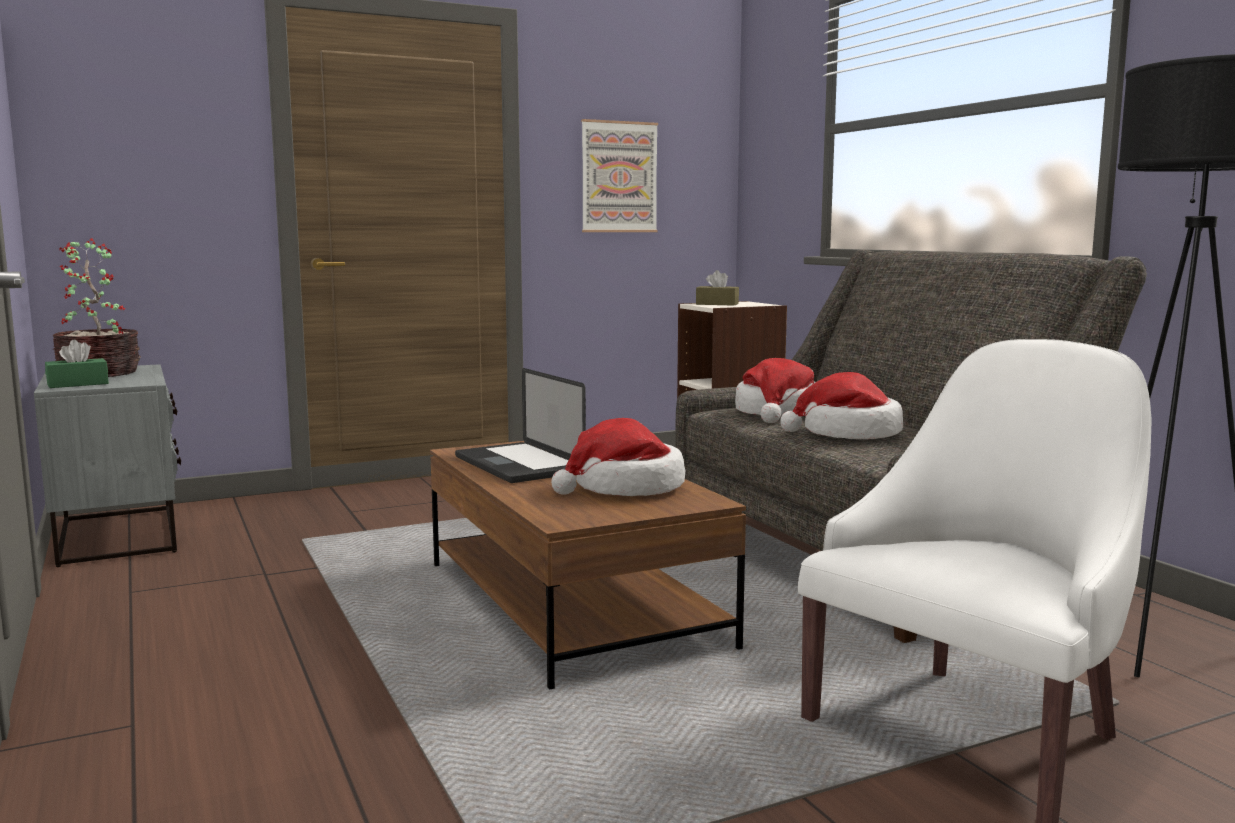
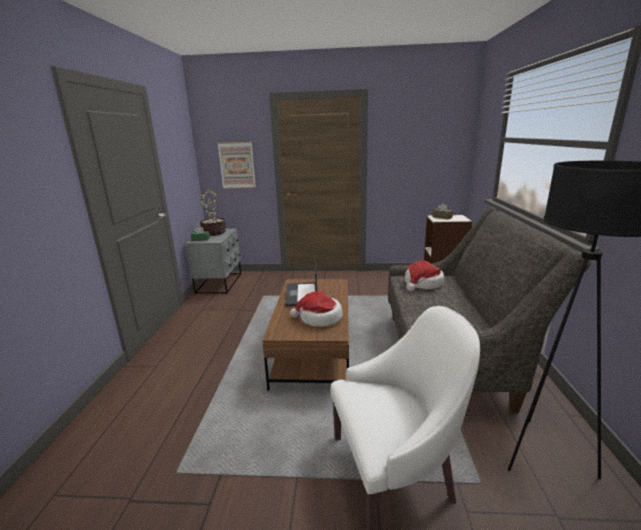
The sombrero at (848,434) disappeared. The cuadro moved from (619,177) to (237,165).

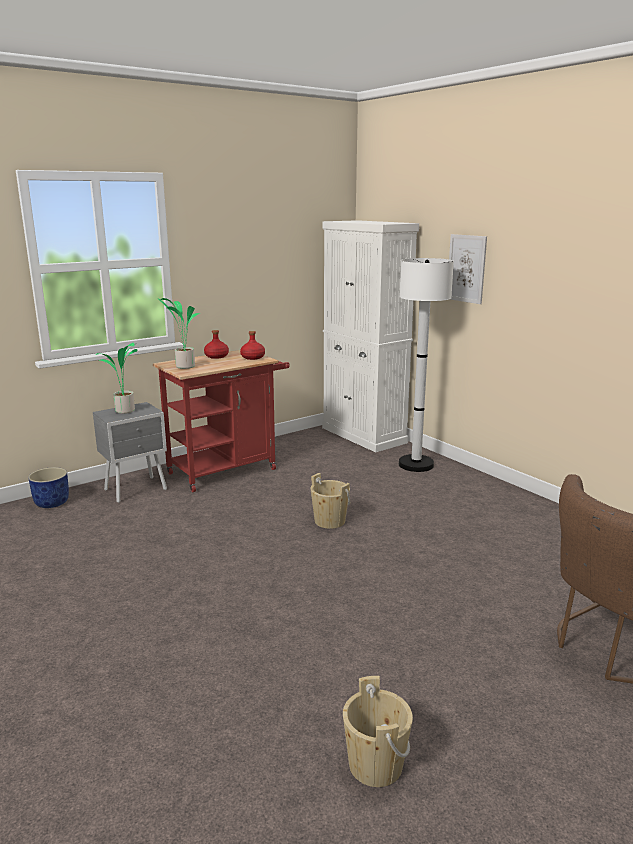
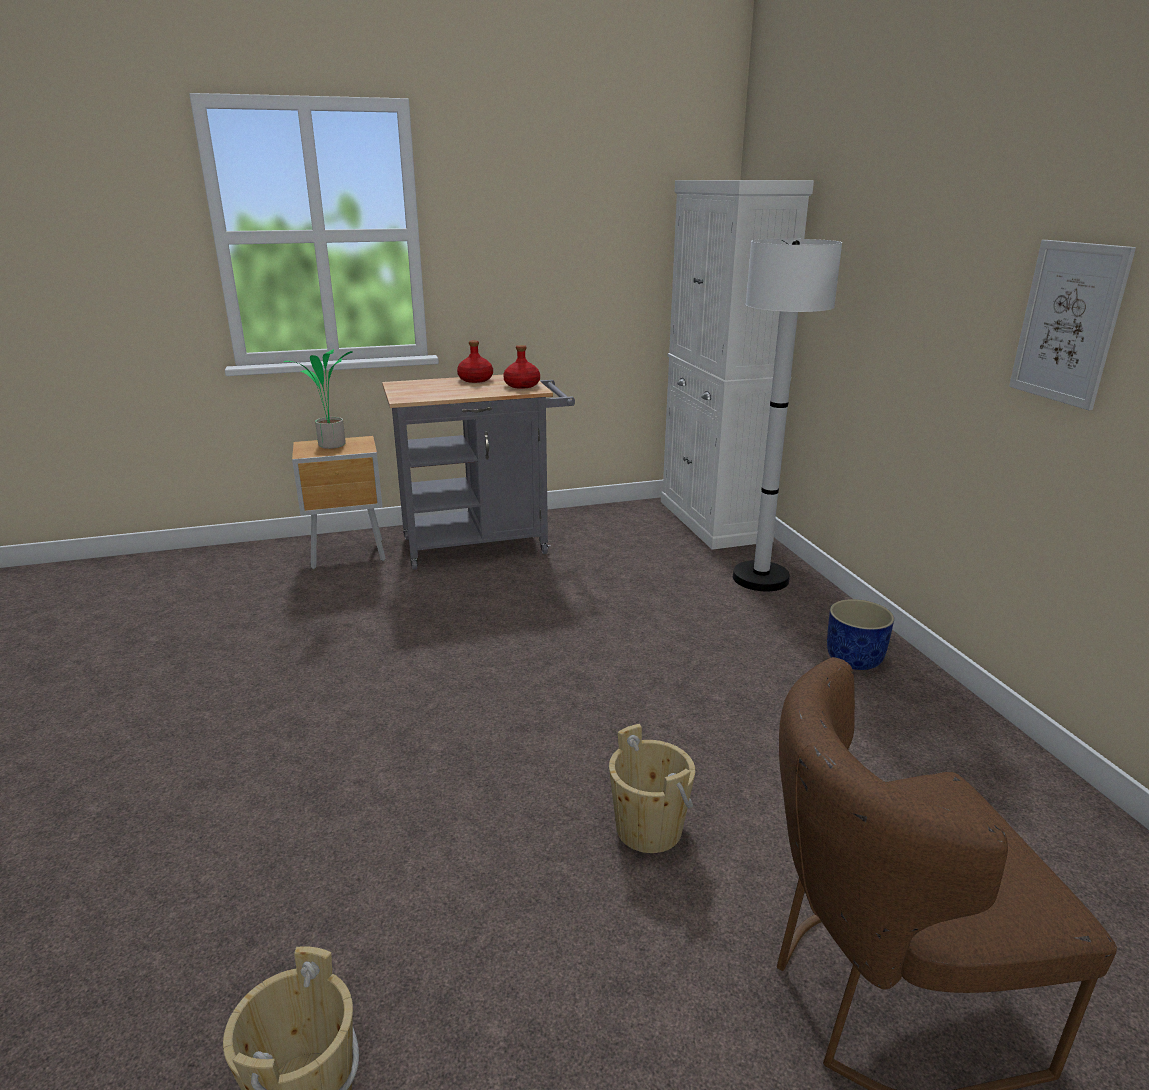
The planta en maceta at (184,366) disappeared. The maceta/azul moved from (52,502) to (854,658). The cubo/beis moved from (329,521) to (649,829). The cuadro moved from (466,268) to (1068,323). The mesita de noche/gris at (137,490) became the mesita de noche/marrón at (350,555). The carrito/rojo at (228,469) became the carrito/gris at (484,544).

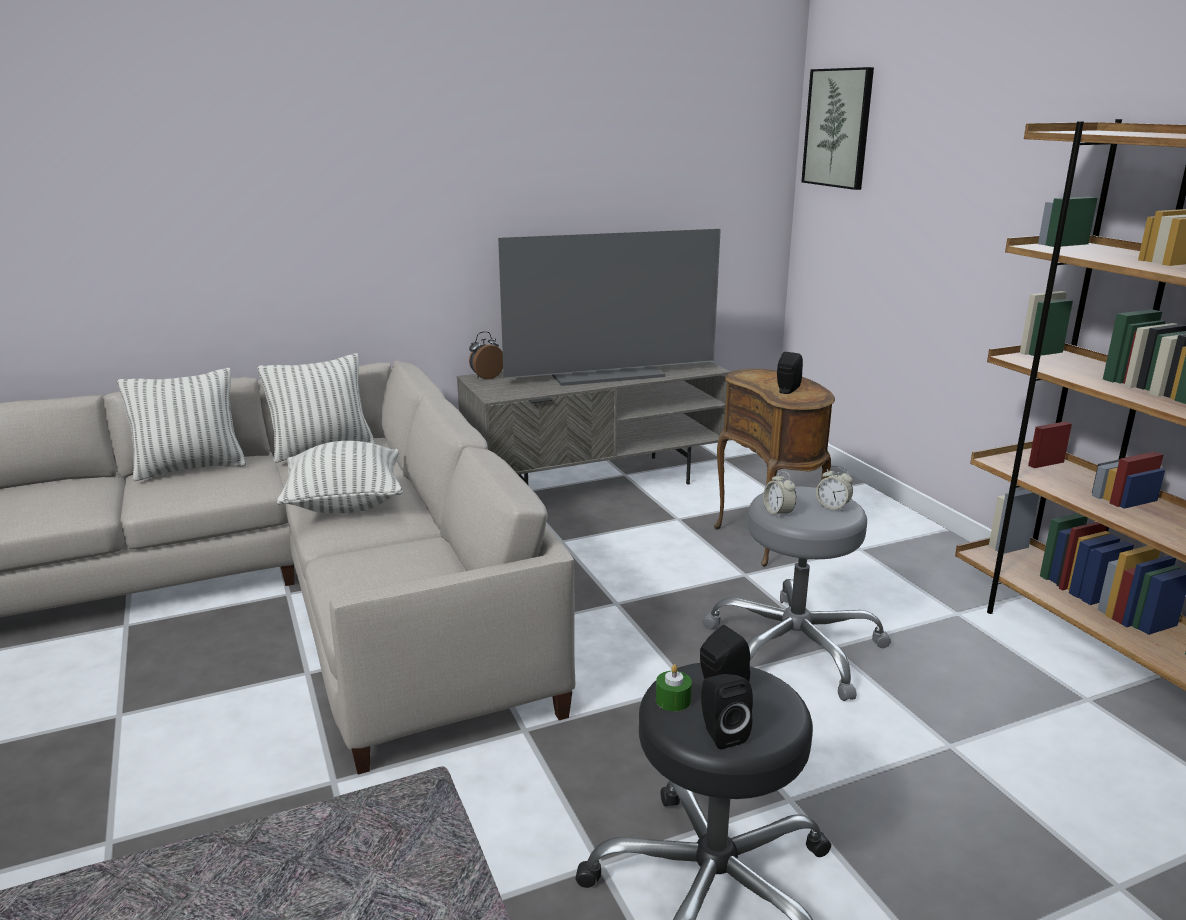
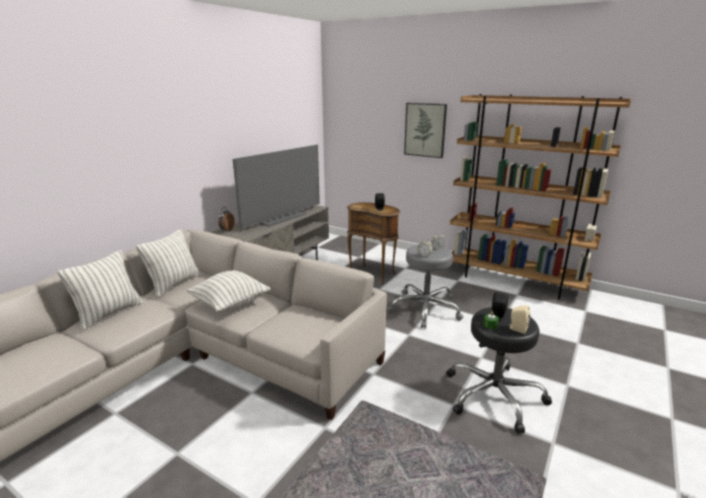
The cuadro moved from (838,128) to (425,130). The altavoz/negro at (721,733) became the altavoz/beis at (517,329).

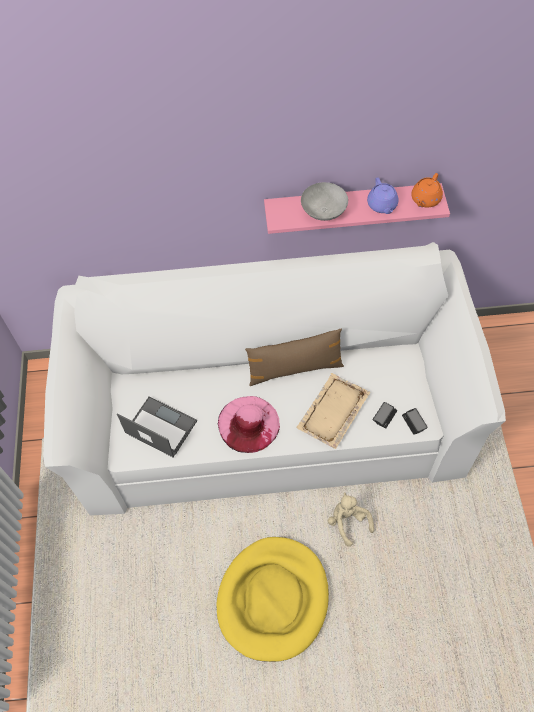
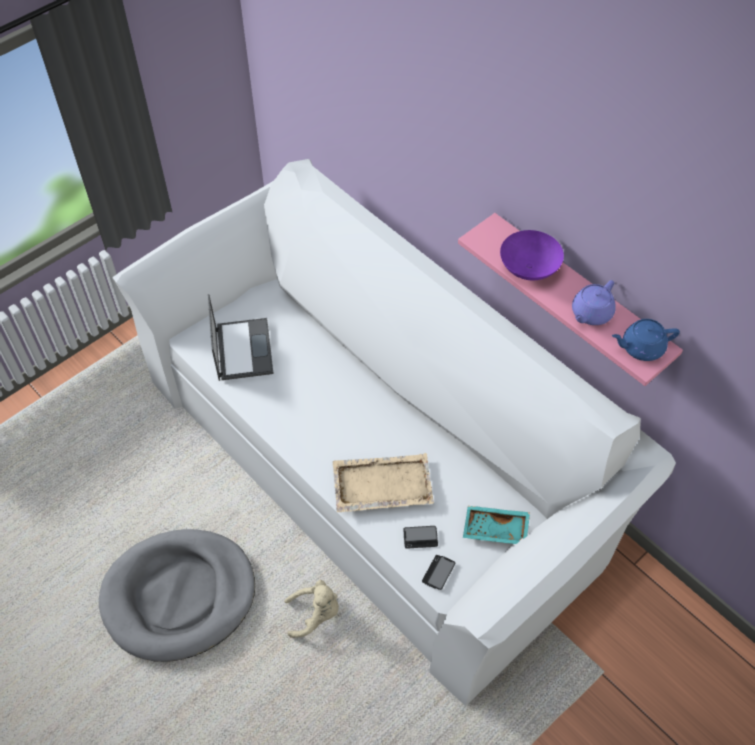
The sombrero/rosa at (248,423) disappeared. The cojín/marrón at (295,369) disappeared. The bandeja/turquesa at (495,530) appeared. The cama para perro/amarillo at (273,599) became the cama para perro/gris at (179,596). The cuenco/gris at (323,211) became the cuenco/morado at (529,268). The tetera/naranja at (425,199) became the tetera/azul at (641,348). The peluche/beis at (348,522) turned 60 degrees clockwise.

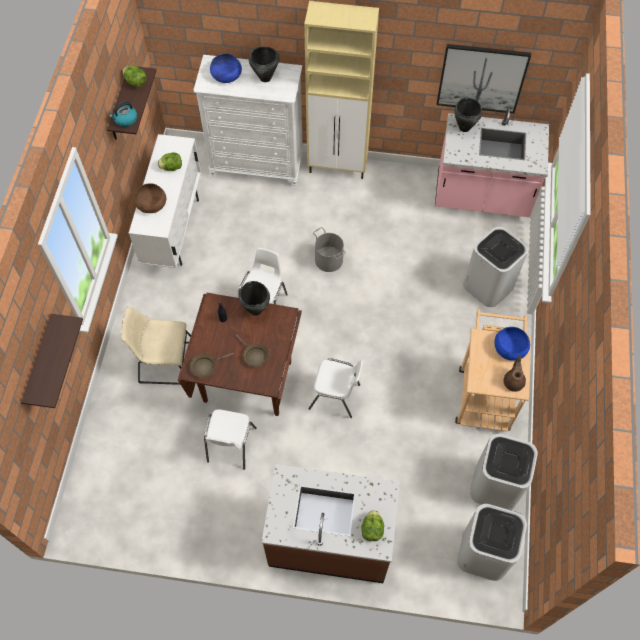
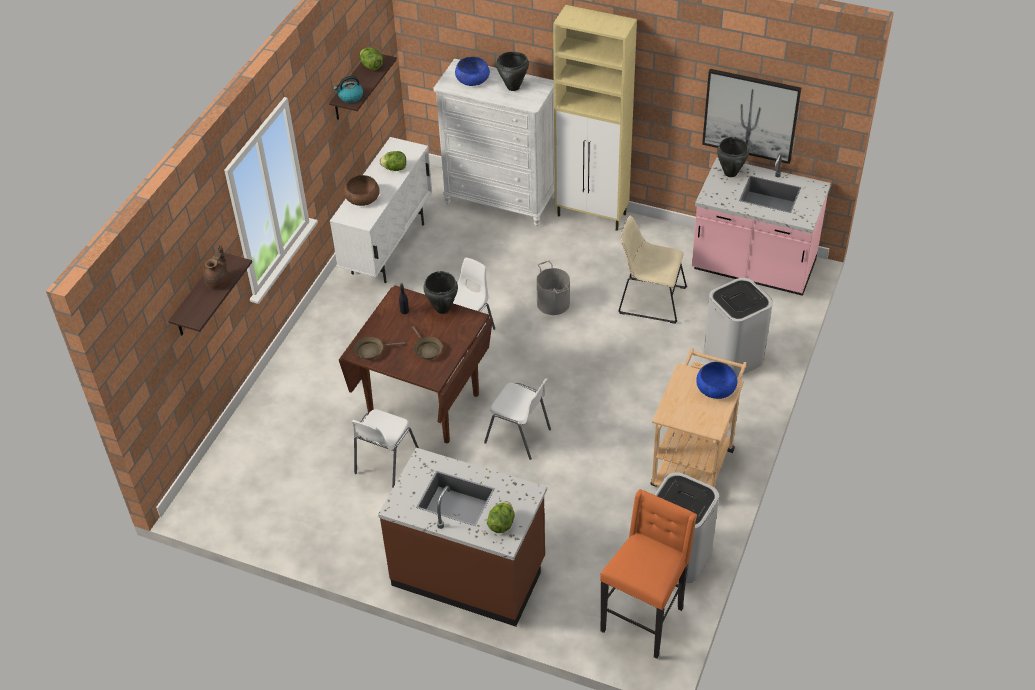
The silla/beis moved from (165,362) to (649,299). The tetera/marrón moved from (513,381) to (218,281). The papelera/blanco at (484,552) was replaced by the taburete/naranja at (644,619).

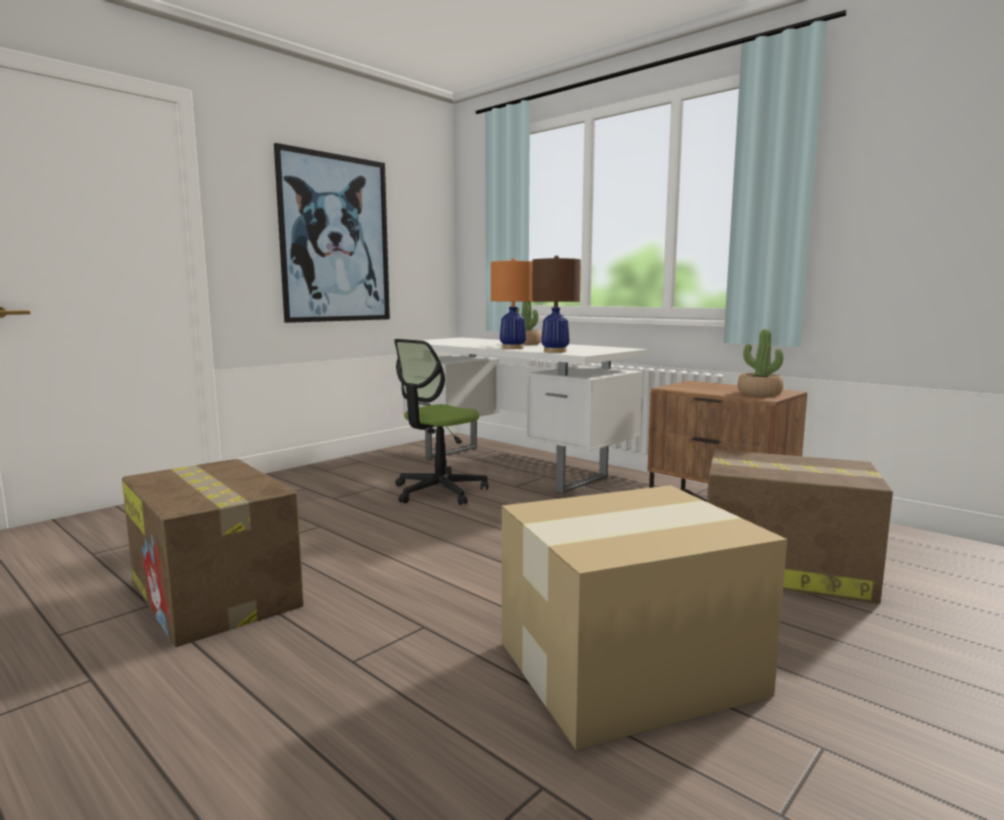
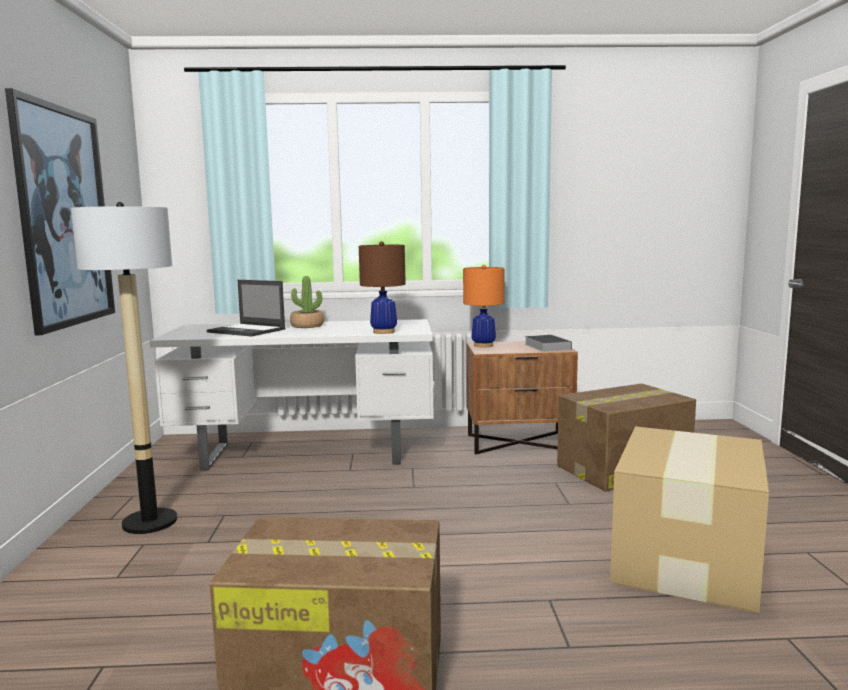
The silla de oficina at (439,491) disappeared. The lámpara de pie at (150,522) appeared. The portátil at (247,331) appeared. The lámpara de mesa/naranja moved from (512,348) to (483,345). The planta en maceta at (759,393) was replaced by the libro at (546,346).

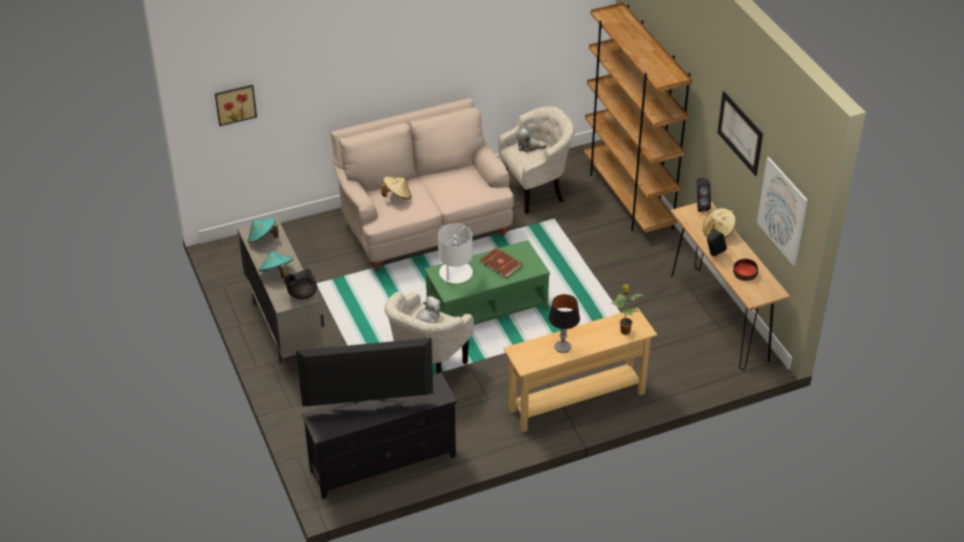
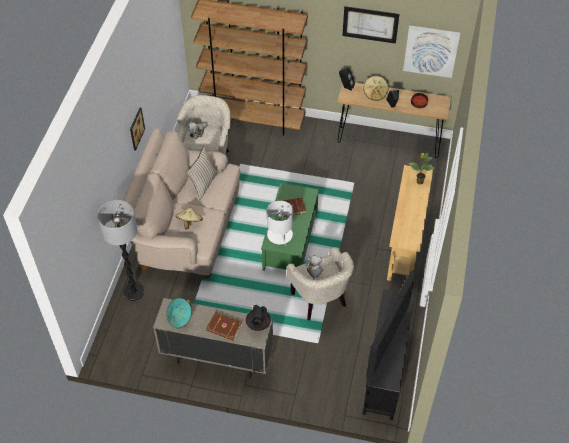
The lámpara de mesa at (562,347) disappeared. The lámpara de pie at (134,292) appeared. The cojín/beis at (203,184) appeared. The cuadro moved from (235,103) to (135,128). The sombrero/turquesa at (276,273) was replaced by the libro/marrón at (224,328).

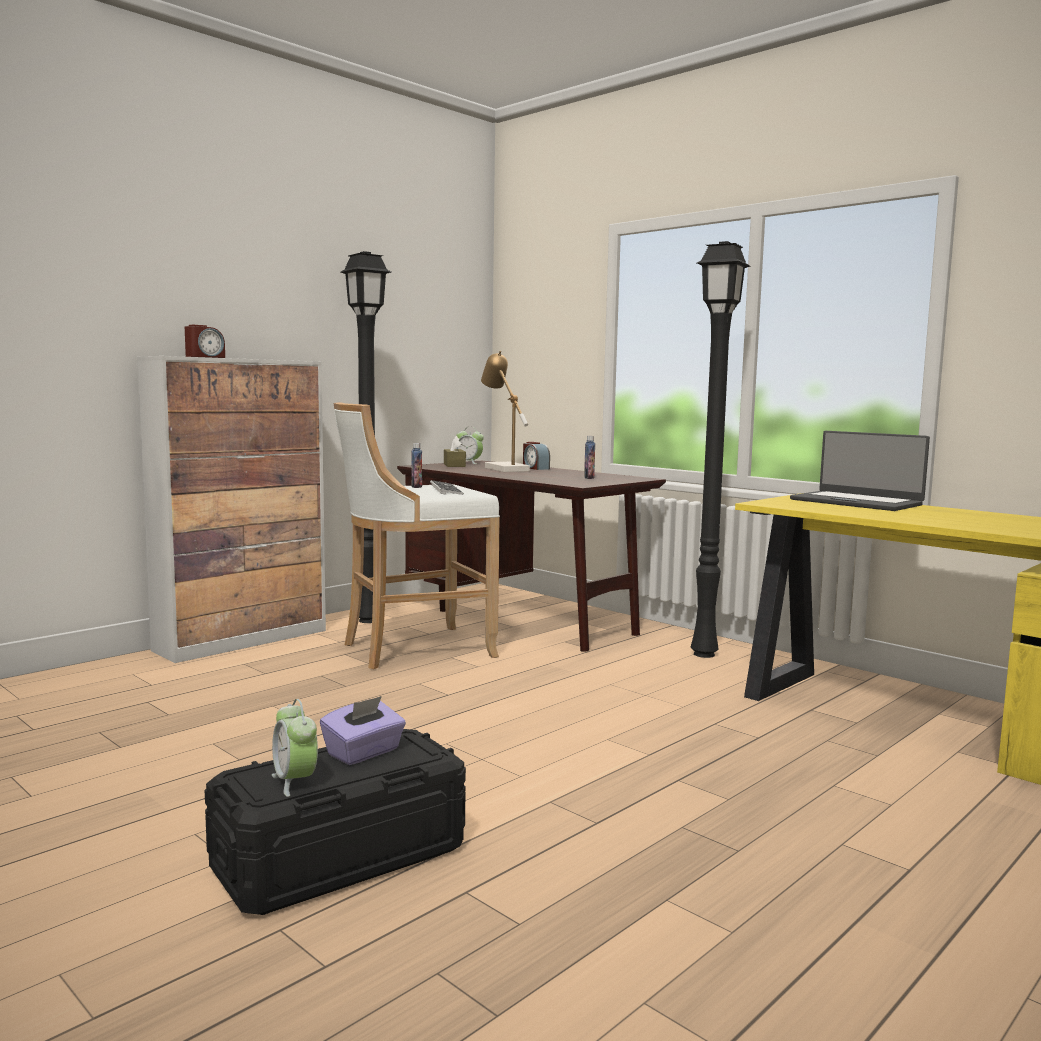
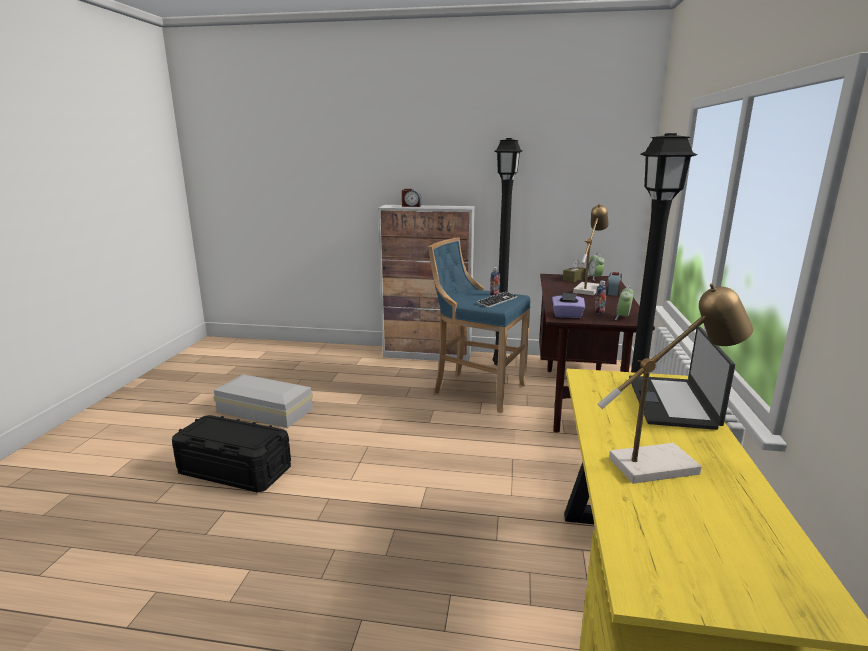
The caja de almacenaje/blanco at (265,411) appeared. The lámpara de mesa at (662,463) appeared. The despertador moved from (295,782) to (623,317). The caja de pañuelos/morado moved from (364,753) to (567,315). The taburete/blanco at (412,650) became the taburete/azul at (476,390).

